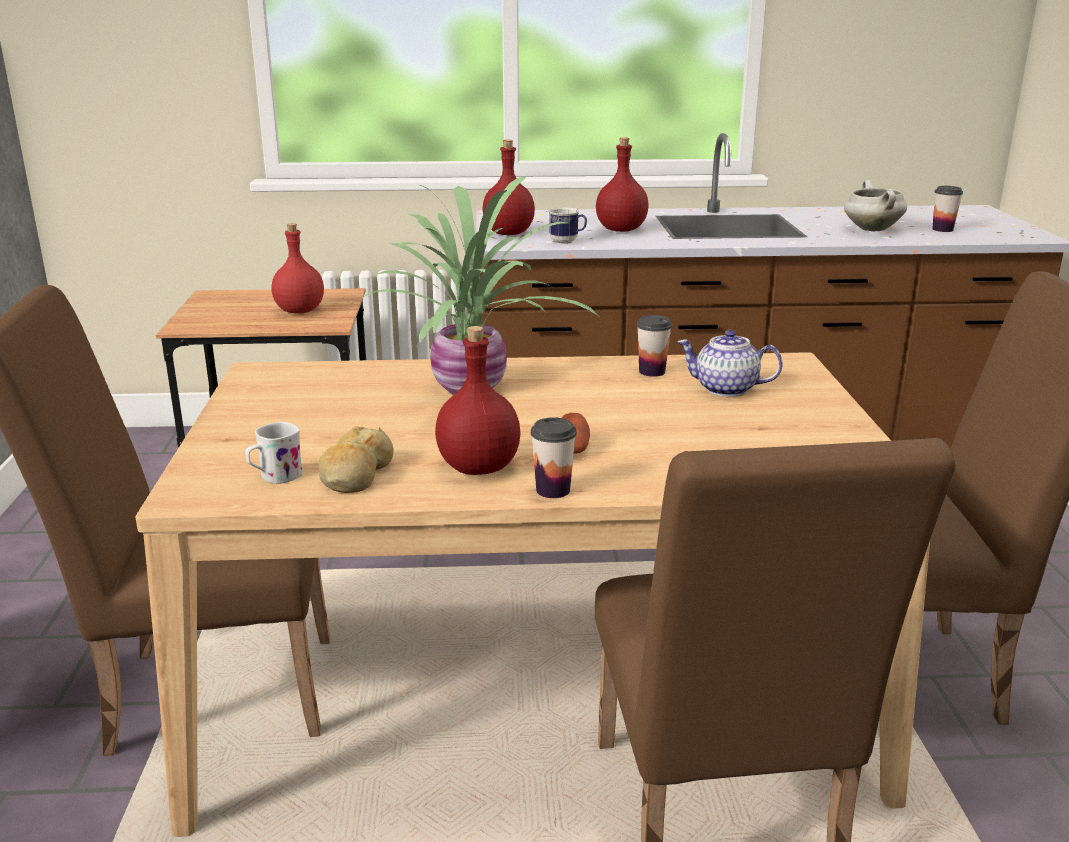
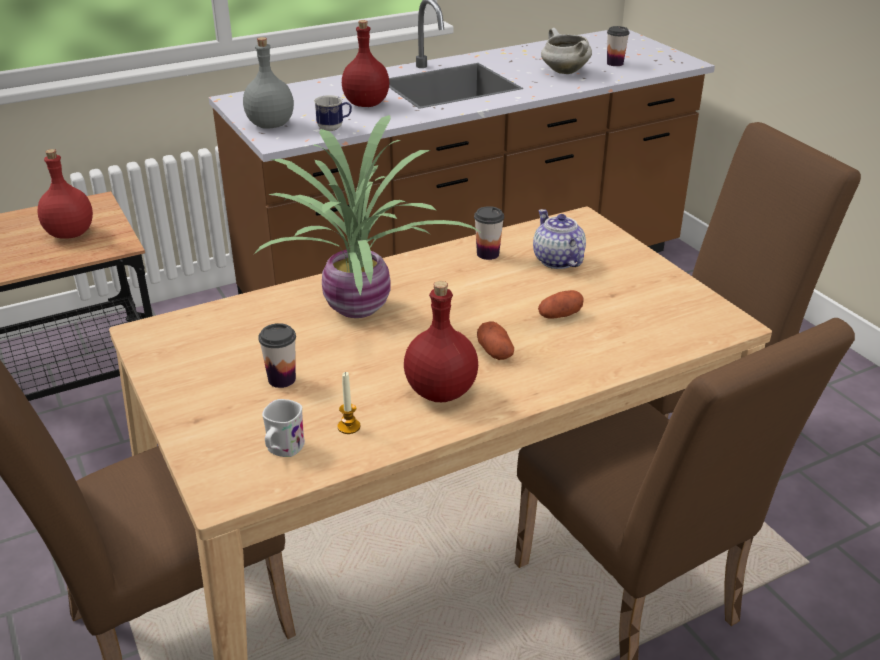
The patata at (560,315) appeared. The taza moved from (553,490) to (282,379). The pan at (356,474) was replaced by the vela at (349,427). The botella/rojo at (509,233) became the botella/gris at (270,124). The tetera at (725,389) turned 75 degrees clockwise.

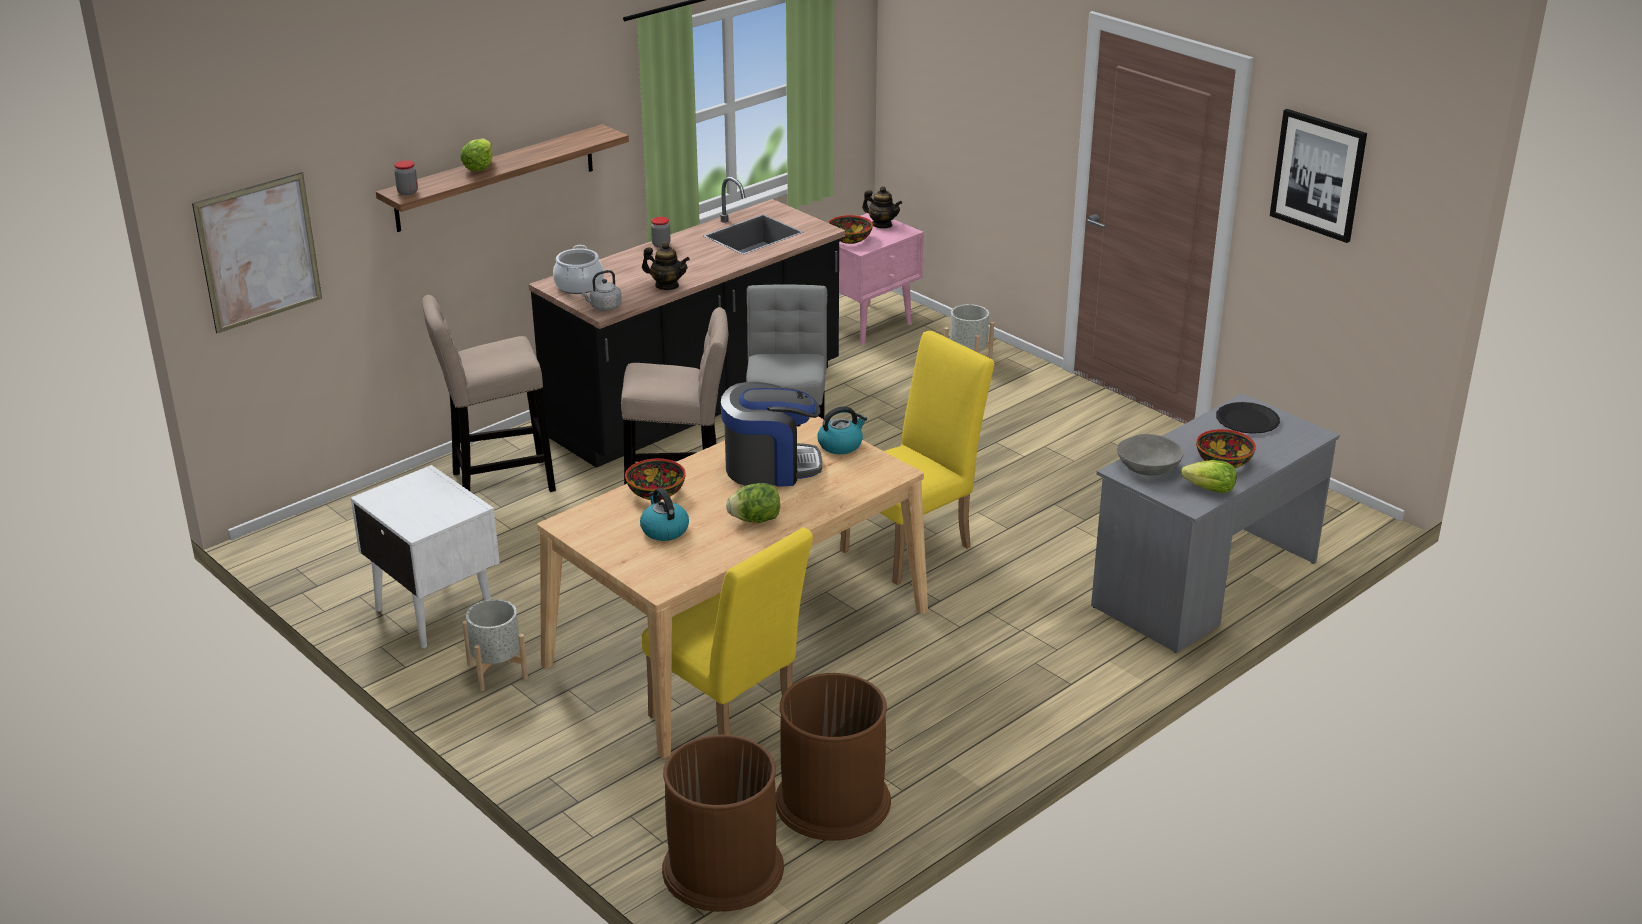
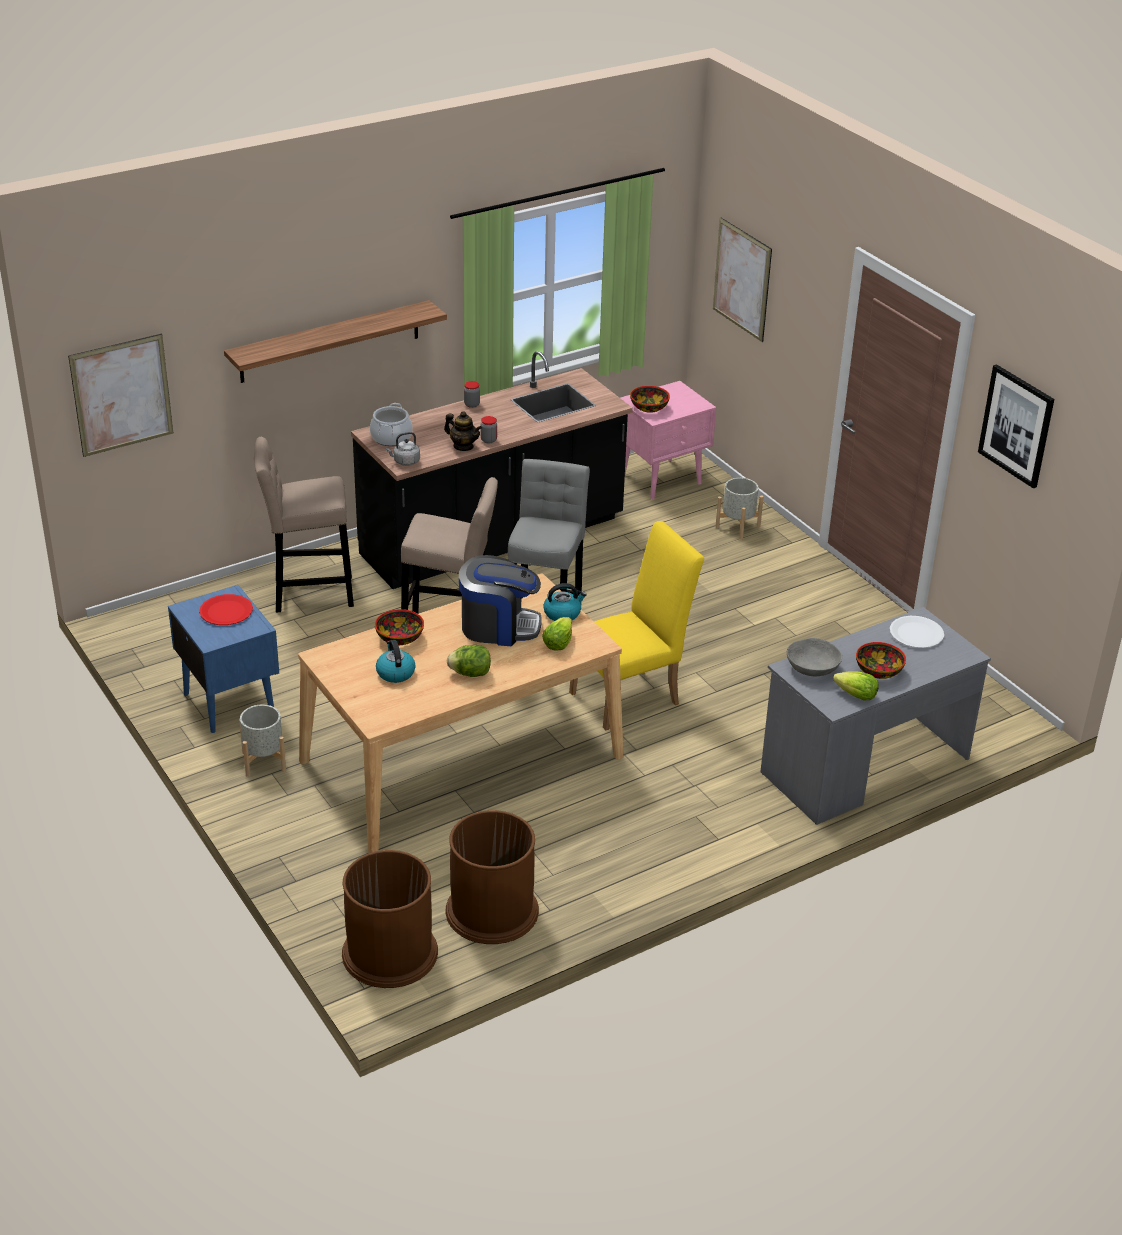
The silla/amarillo at (729,725) disappeared. The tetera at (882,225) disappeared. The plato/rojo at (226,611) appeared. The cuadro at (742,279) appeared. The tarro moved from (407,192) to (488,440). The lechuga moved from (479,167) to (558,643). The mesita de noche/blanco at (434,611) became the mesita de noche/azul at (229,701). The plato/negro at (1247,420) became the plato/blanco at (916,633).

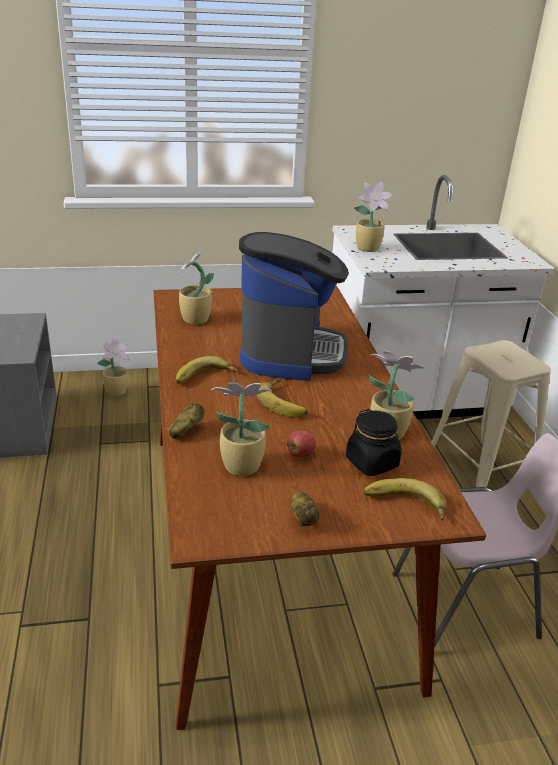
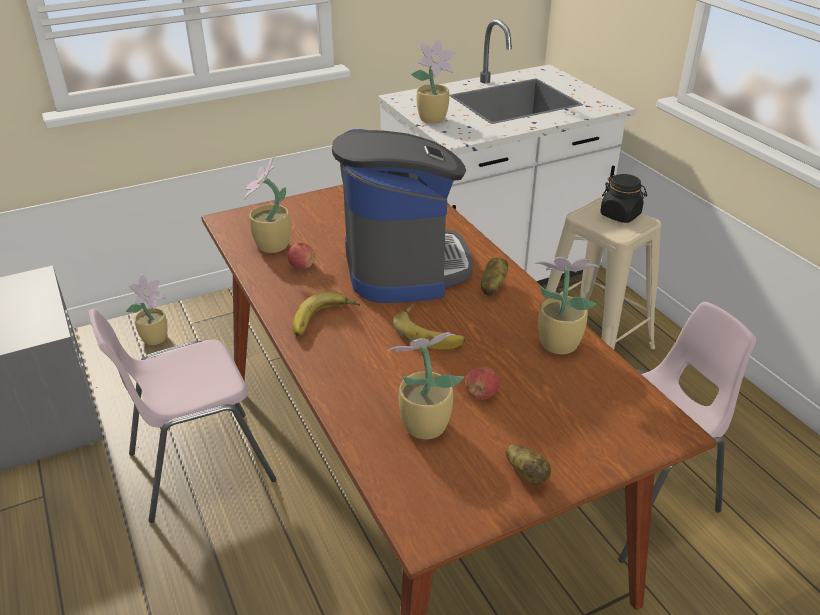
The plátano at (404,505) disappeared. The silla/rosa at (199,466) appeared. The manzana at (302,266) appeared. The patata moved from (186,431) to (492,286). The tarro/negro moved from (372,463) to (620,215).

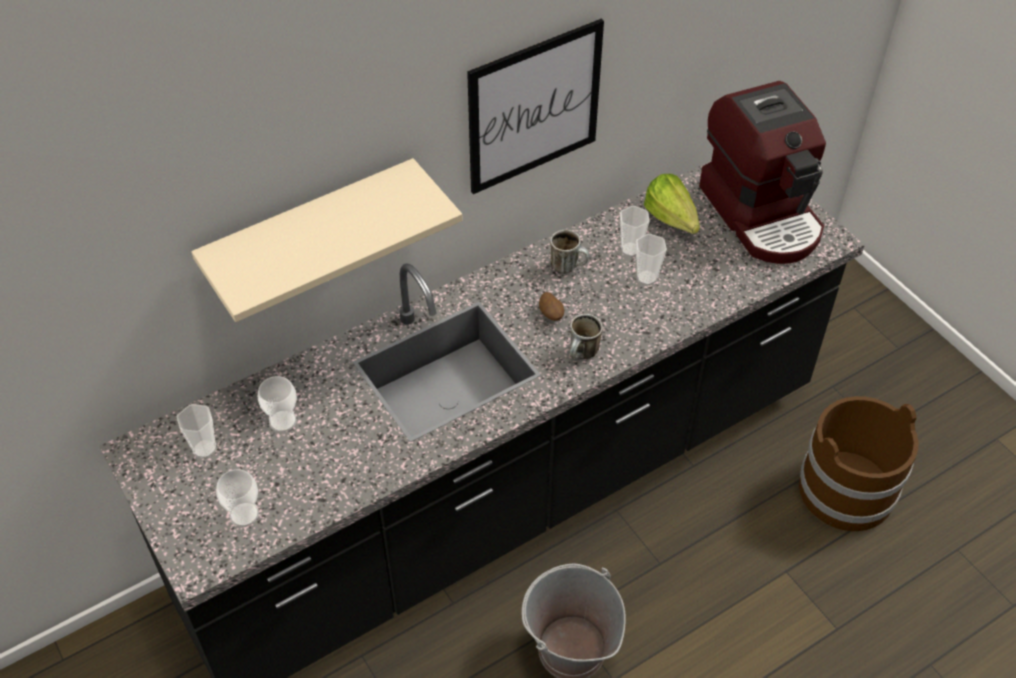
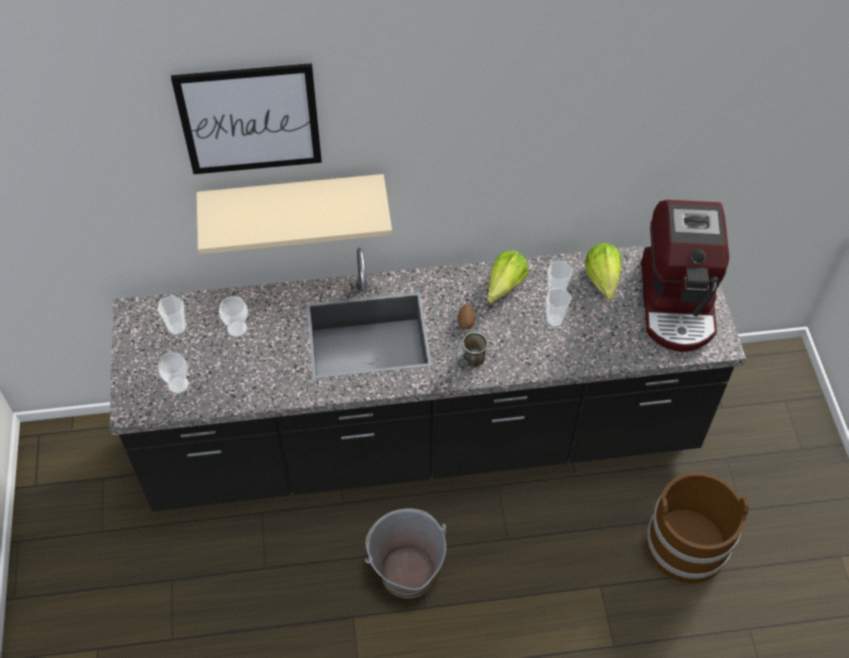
The cuadro moved from (534,107) to (250,119). The taza grande at (569,266) was replaced by the lechuga at (501,289).

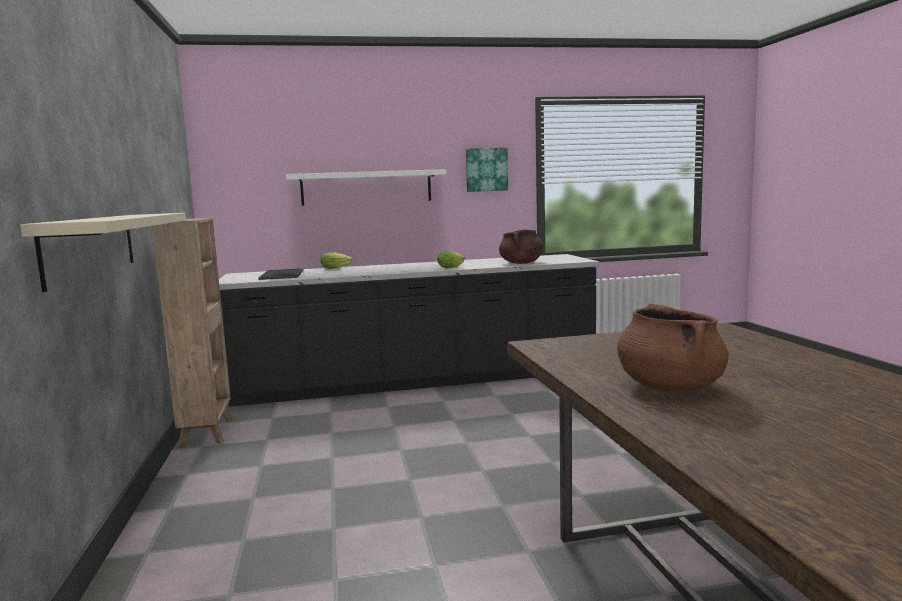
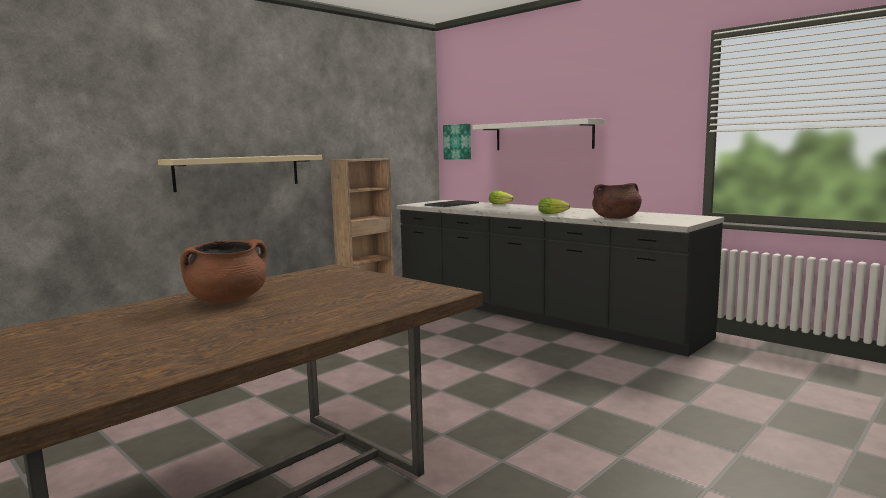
The cuadro moved from (486,169) to (458,141).

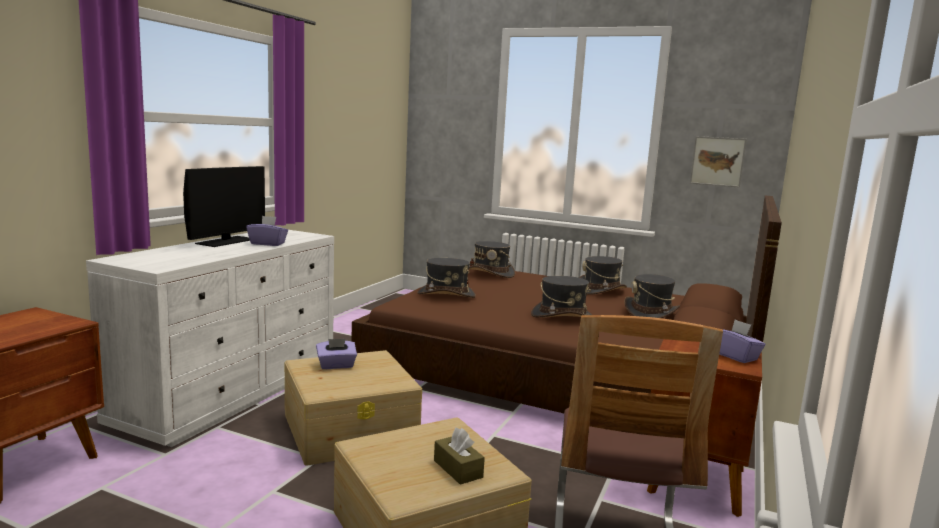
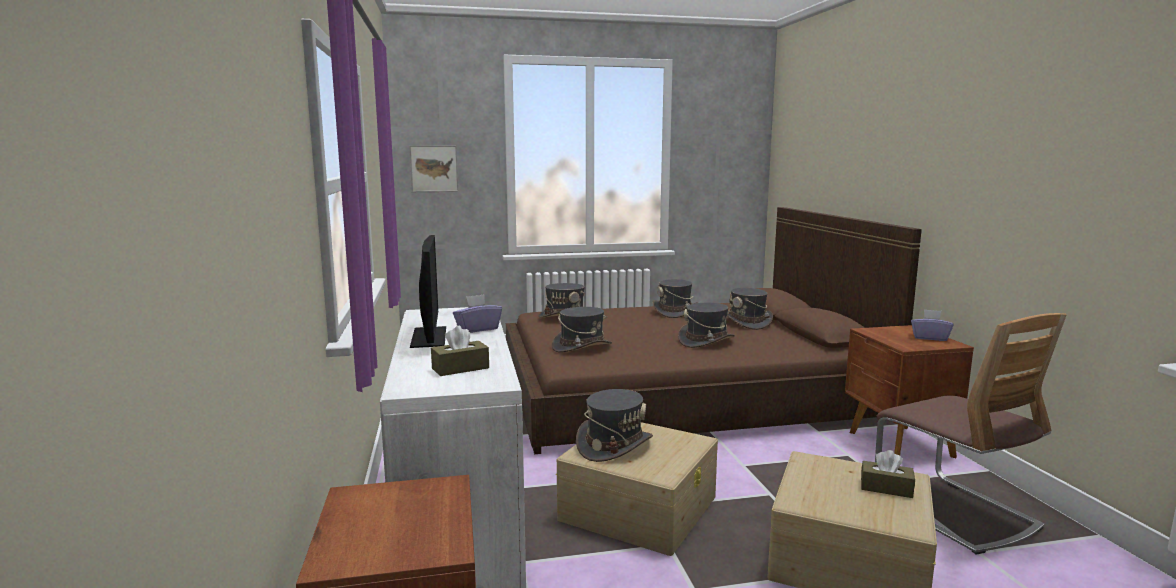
The caja de pañuelos/marrón at (460,368) appeared. The cuadro moved from (717,161) to (434,168). The caja de pañuelos/morado at (336,365) was replaced by the sombrero/gris at (614,445).

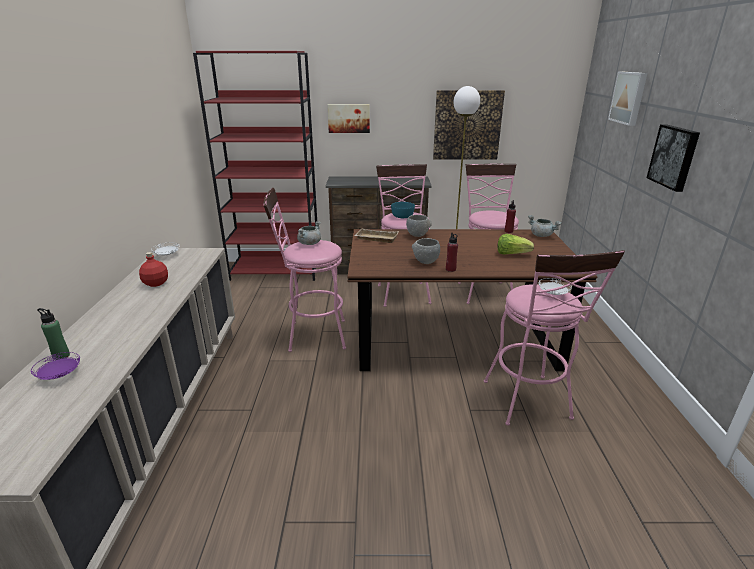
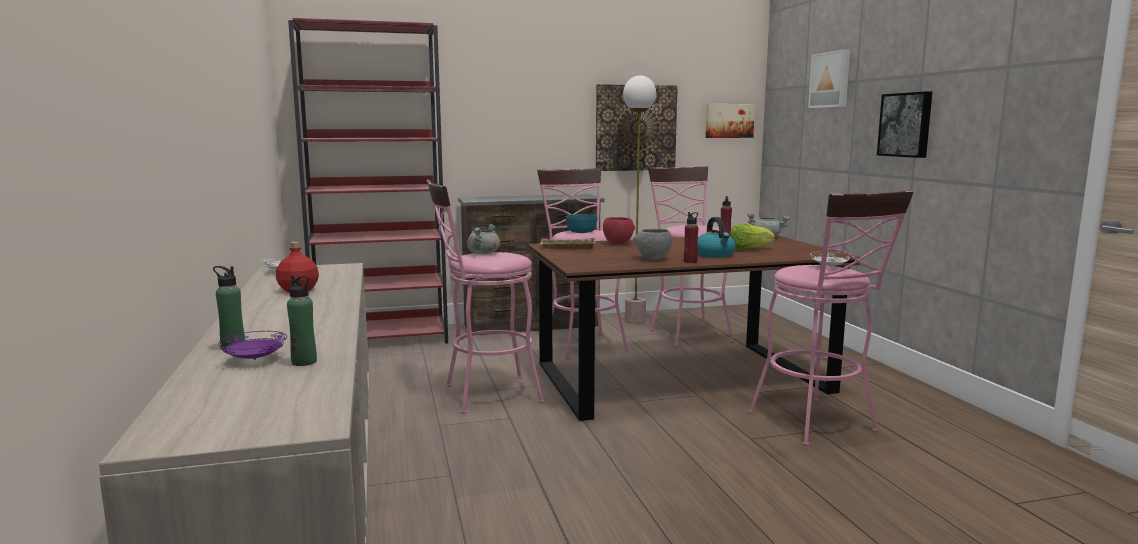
The botella/verde at (304,362) appeared. The hervidor at (715,255) appeared. The cuadro moved from (349,118) to (729,121). The cuenco/gris at (418,236) became the cuenco/rojo at (618,244).

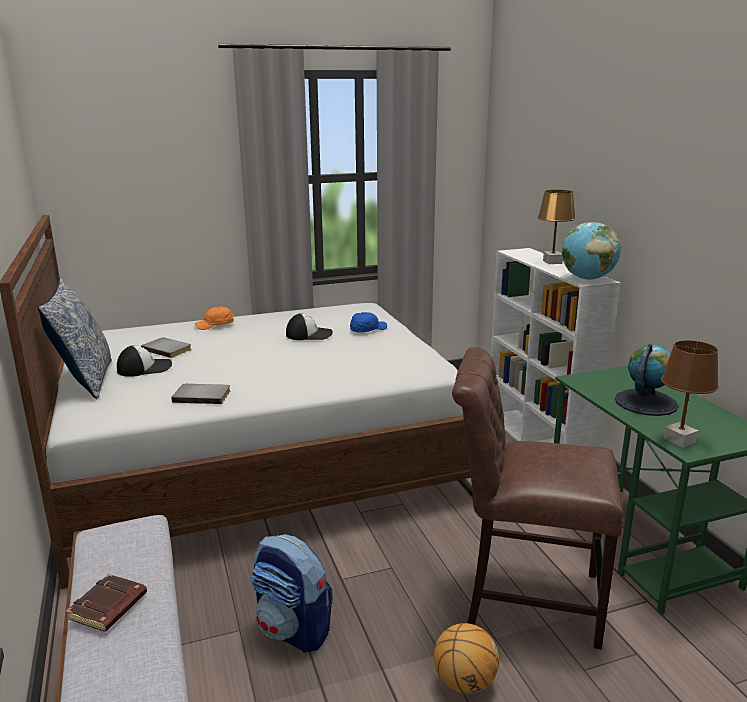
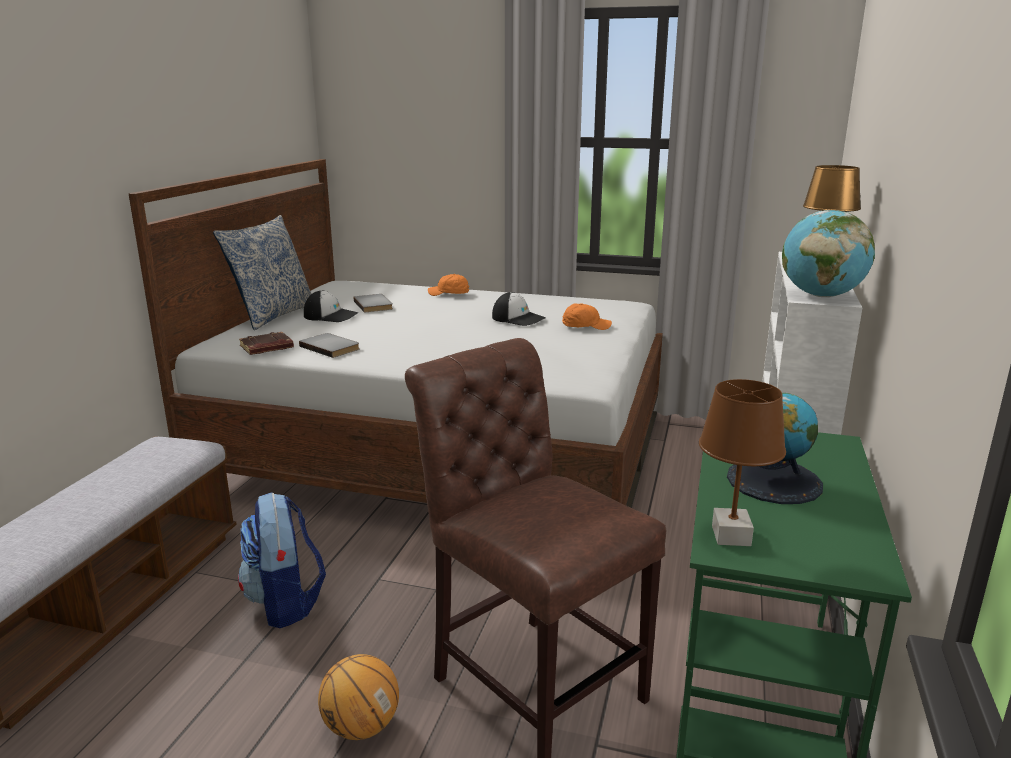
The libro/marrón moved from (108,608) to (266,348). The gorra/azul at (367,330) became the gorra/naranja at (585,326).

